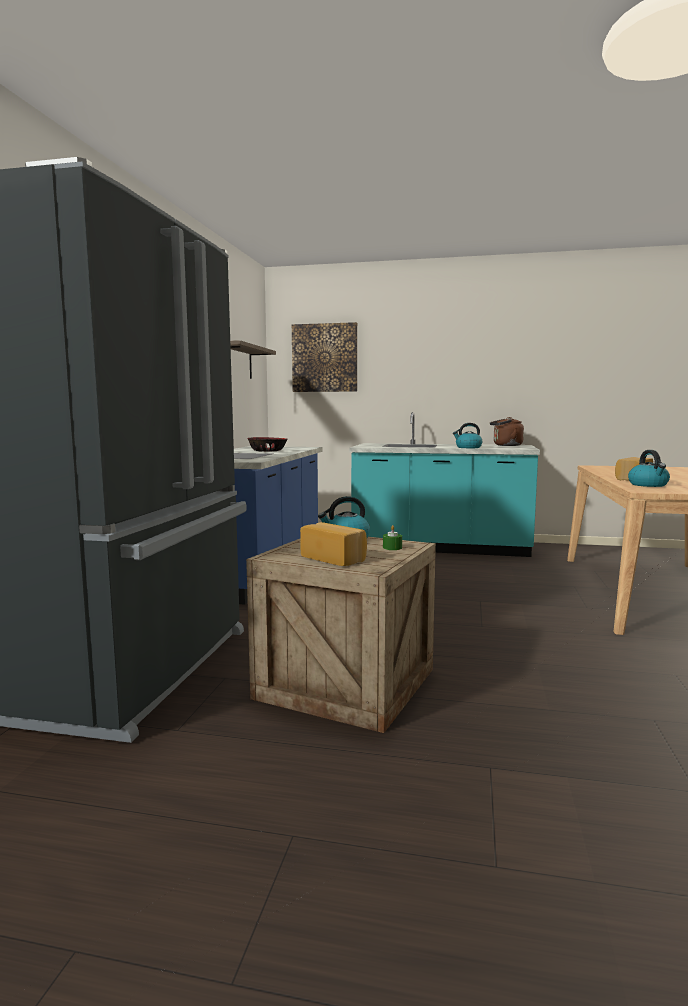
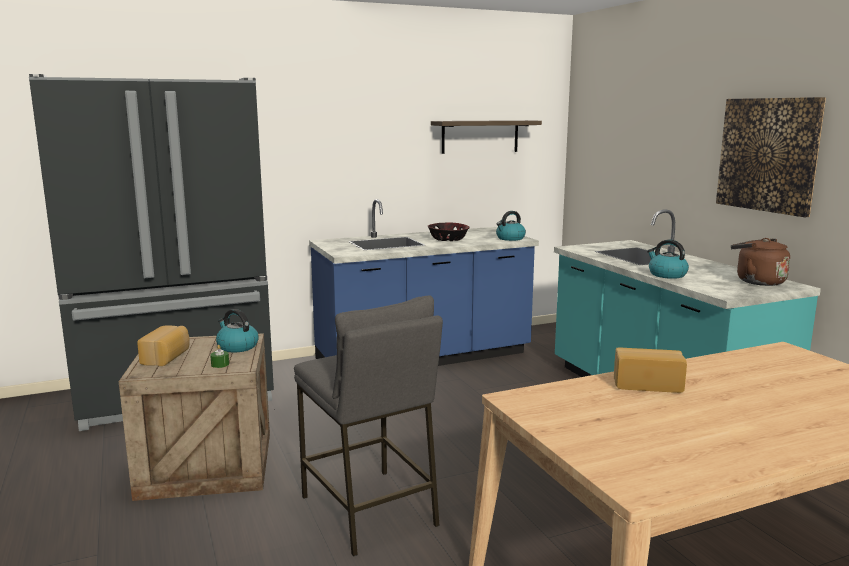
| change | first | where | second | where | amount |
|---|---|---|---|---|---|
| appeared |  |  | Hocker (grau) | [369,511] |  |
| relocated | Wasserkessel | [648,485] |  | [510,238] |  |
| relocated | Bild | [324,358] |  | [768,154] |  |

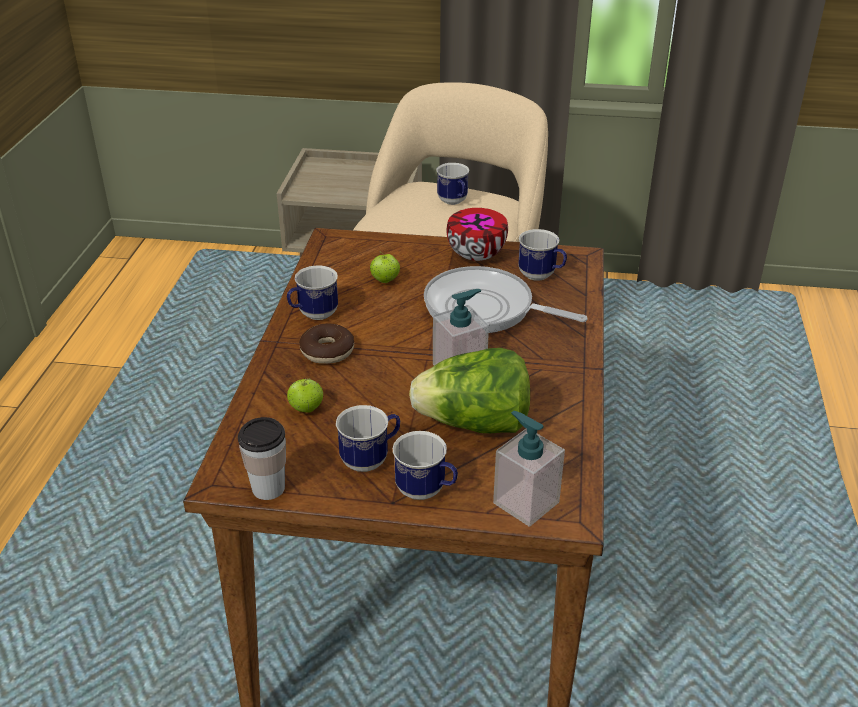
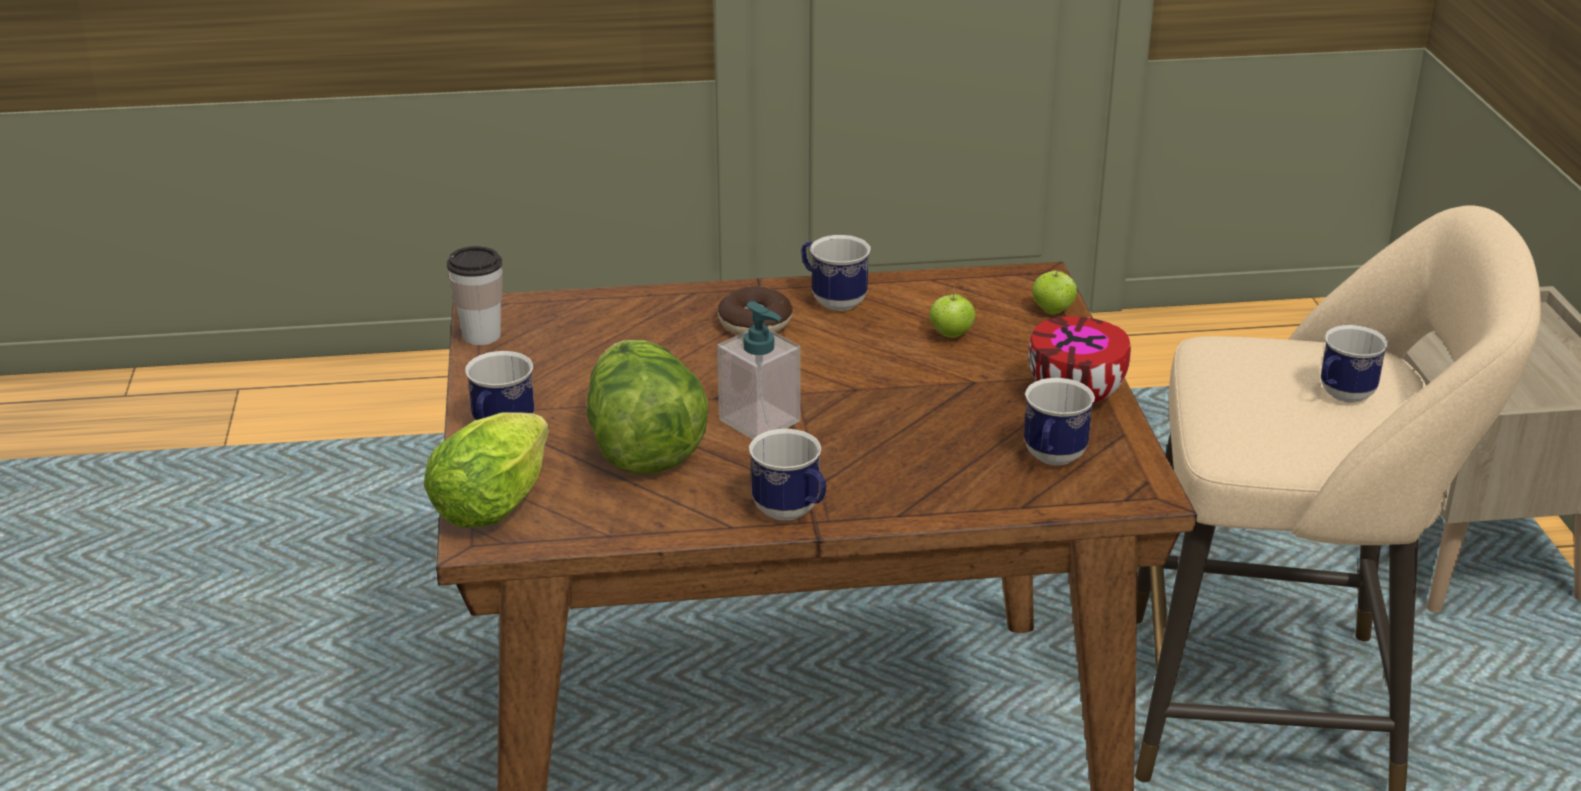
| change | first | where | second | where | amount |
|---|---|---|---|---|---|
| exchanged | Seifenspender | [525,502] | Salatkopf | [497,501] |  |
| relocated | Henkelbecher | [371,459] |  | [792,513] |  |
| relocated | Apfel | [306,409] |  | [1053,310] |  |
| missing | Pfanne | [485,309] |  |  |  |

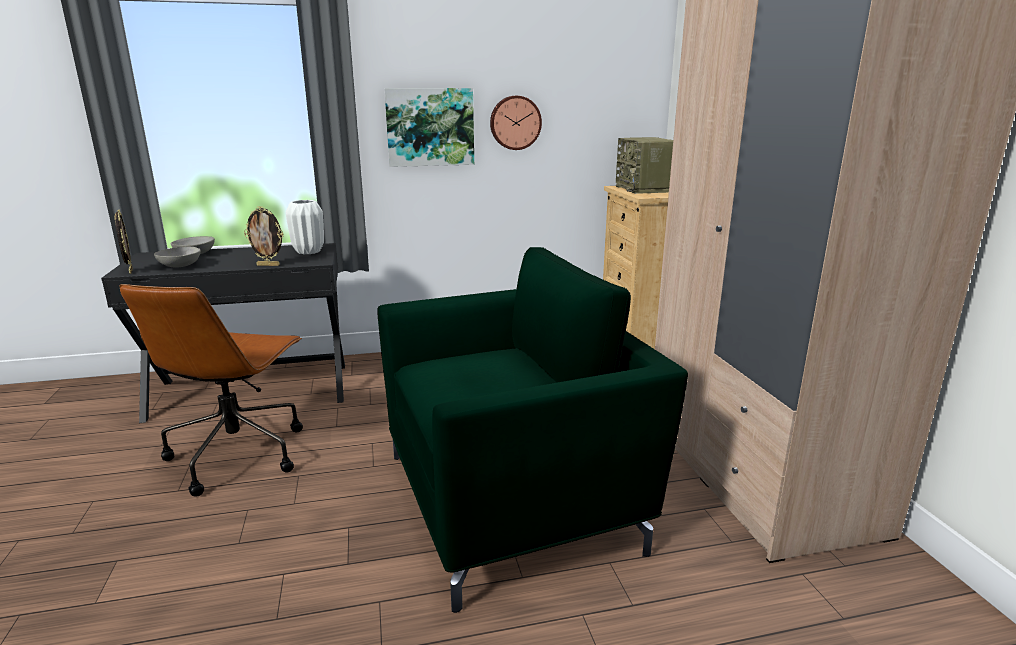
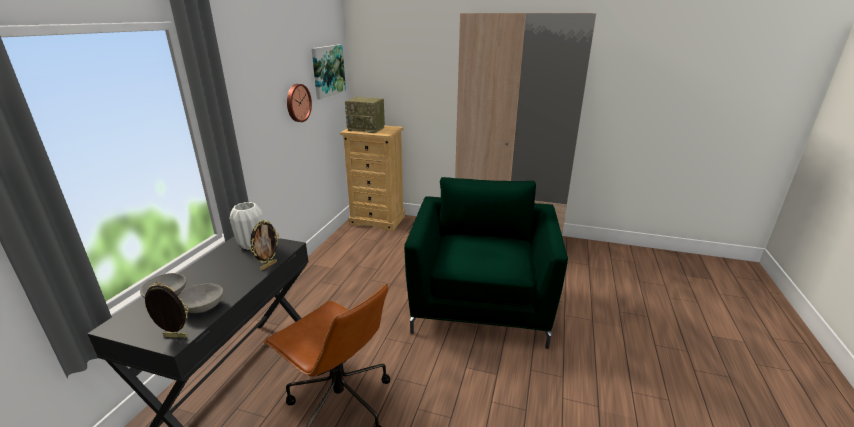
| change | first | where | second | where | amount |
|---|---|---|---|---|---|
| relocated | Bild | [430,127] |  | [327,70] |  |

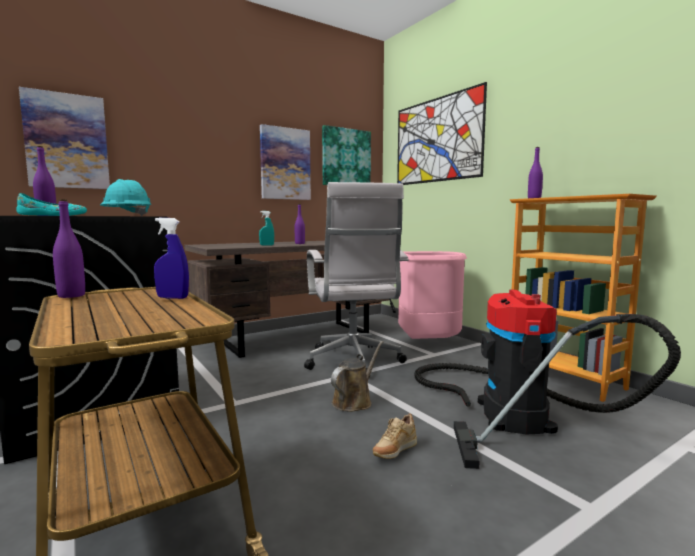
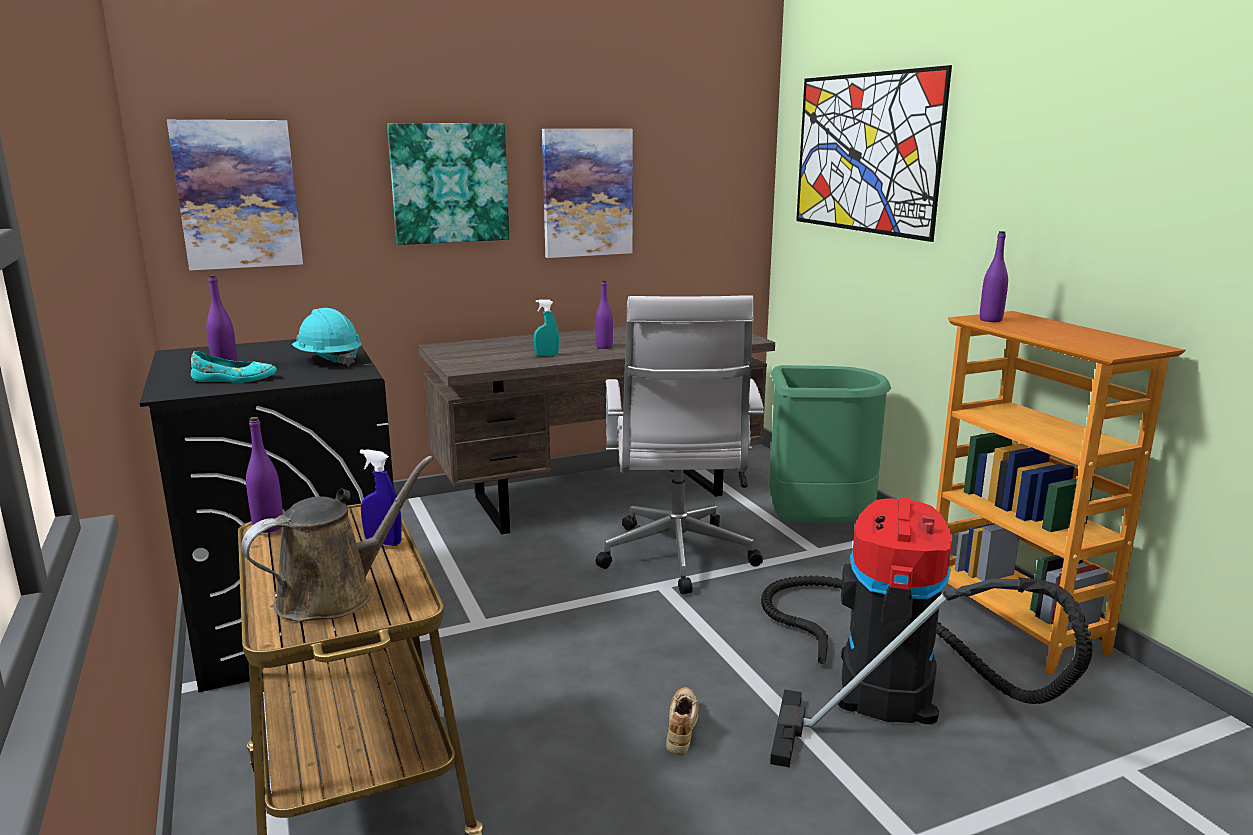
| change | first | where | second | where | amount |
|---|---|---|---|---|---|
| relocated | Gießkanne (braun) | [354,401] |  | [334,595] |  |
| relocated | Bild | [346,158] |  | [449,183] |  |
| spun | Schuh (beige) | [394,452] |  | [682,729] | 135 degrees clockwise |
| colour | Mülleimer (rosa) | [428,344] | Mülleimer (grün) | [816,527] |  |

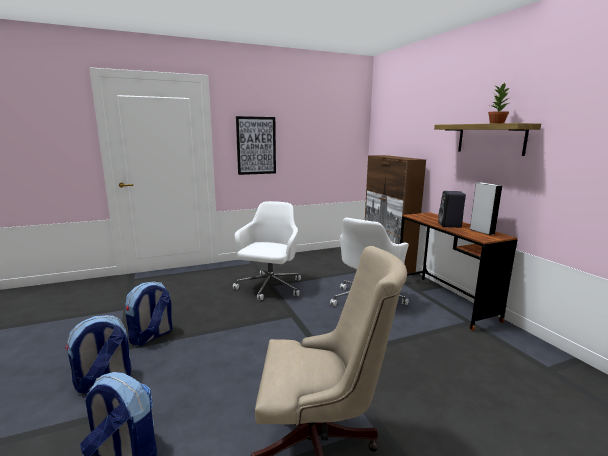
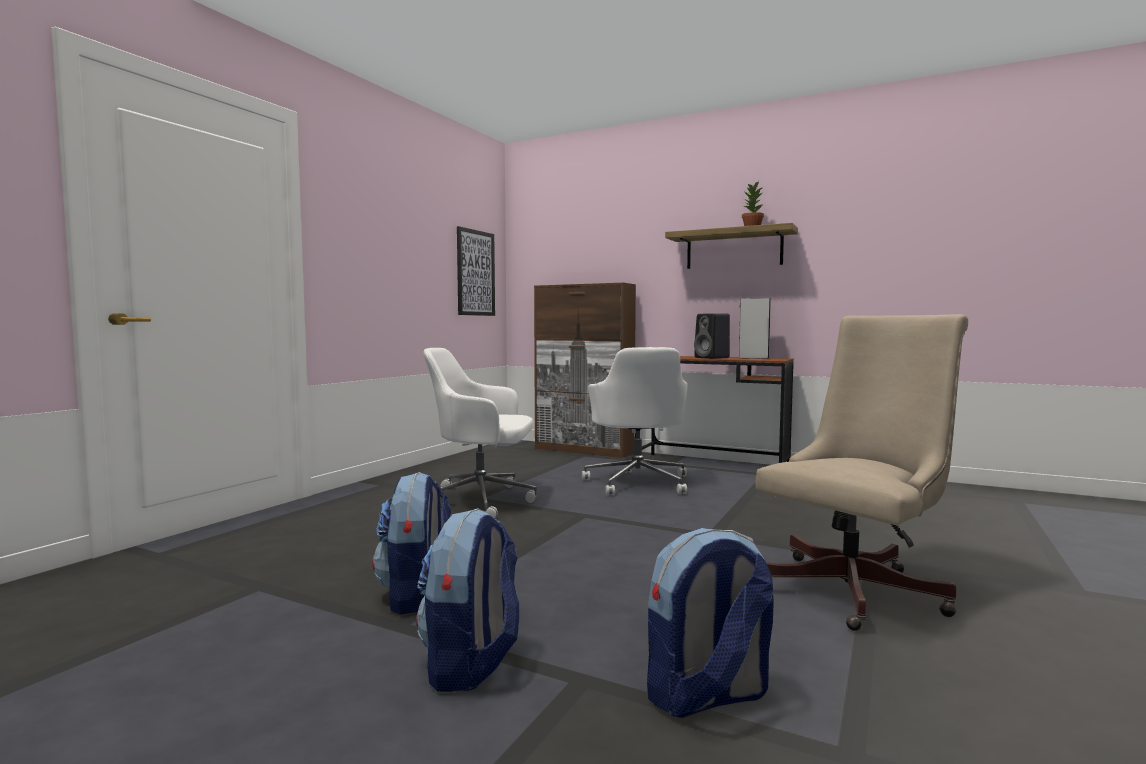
| change | first | where | second | where | amount |
|---|---|---|---|---|---|
| spun | Bürostuhl (weiß) | [269,287] |  | [481,501] | 60 degrees counterclockwise |
| relocated | Bild | [256,145] |  | [475,273] |  |

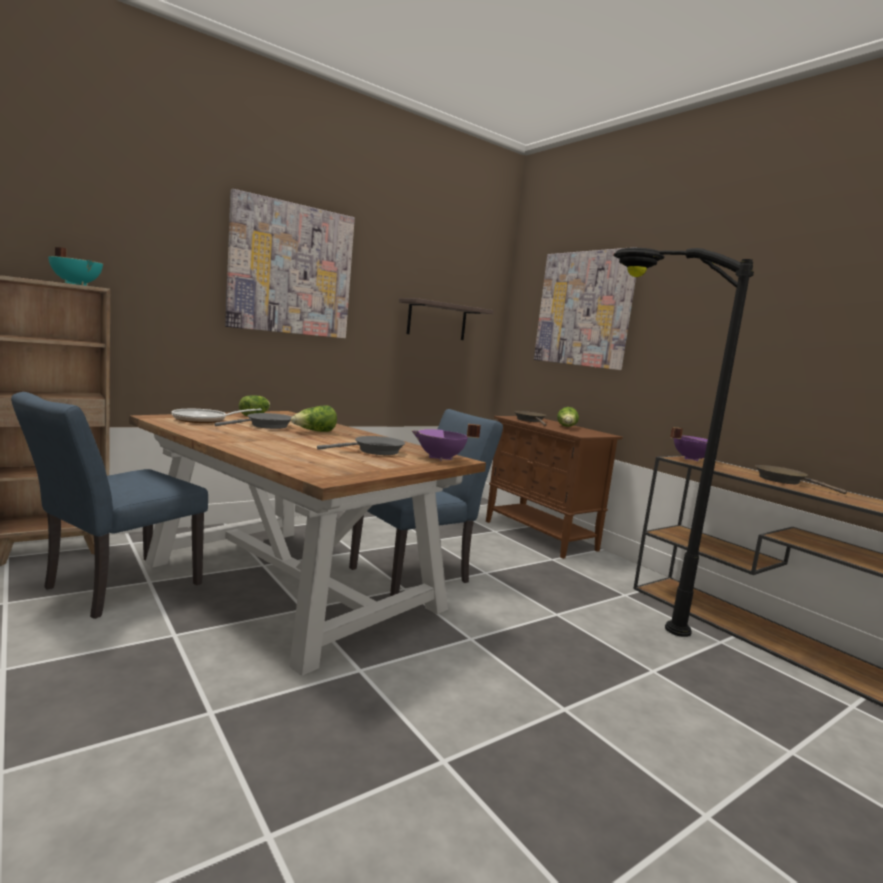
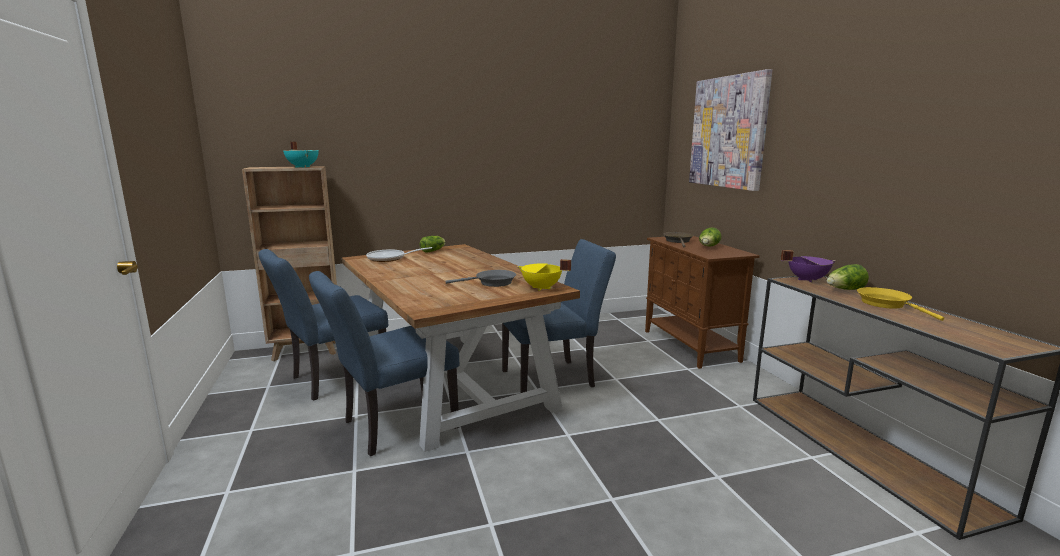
| change | first | where | second | where | amount |
|---|---|---|---|---|---|
| appeared |  |  | Stuhl (blau) | [392,426] |  |
| colour | Kochtopf (lila) | [441,459] | Kochtopf (gelb) | [541,288] |  |
| relocated | Salatkopf | [314,431] |  | [844,290] |  |
| colour | Pfanne (braun) | [784,481] | Pfanne (gelb) | [887,304] |  |
| missing | Pfanne (grau) | [265,426] |  |  |  |
| missing | Bild | [291,269] |  |  |  |
| missing | Wandregal | [437,320] |  |  |  |
| missing | Stehlampe (schwarz) | [610,600] |  |  |  |

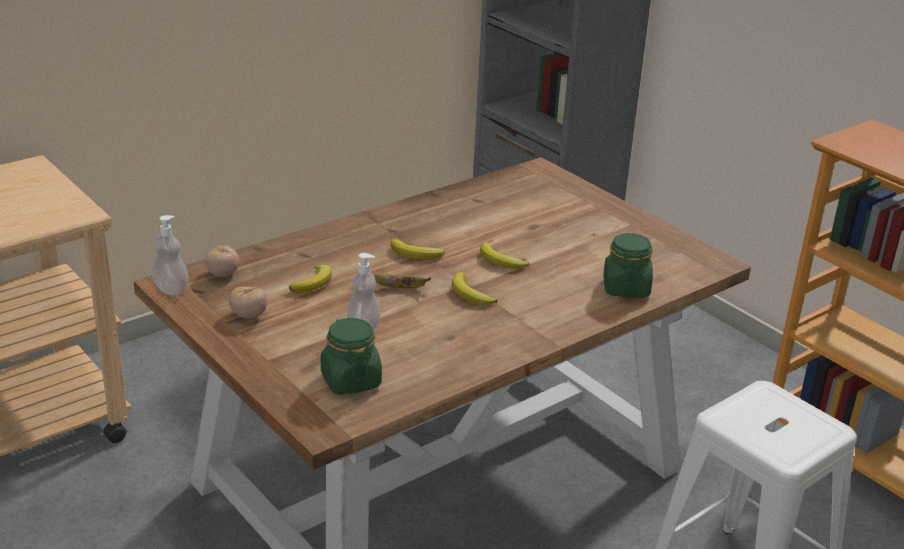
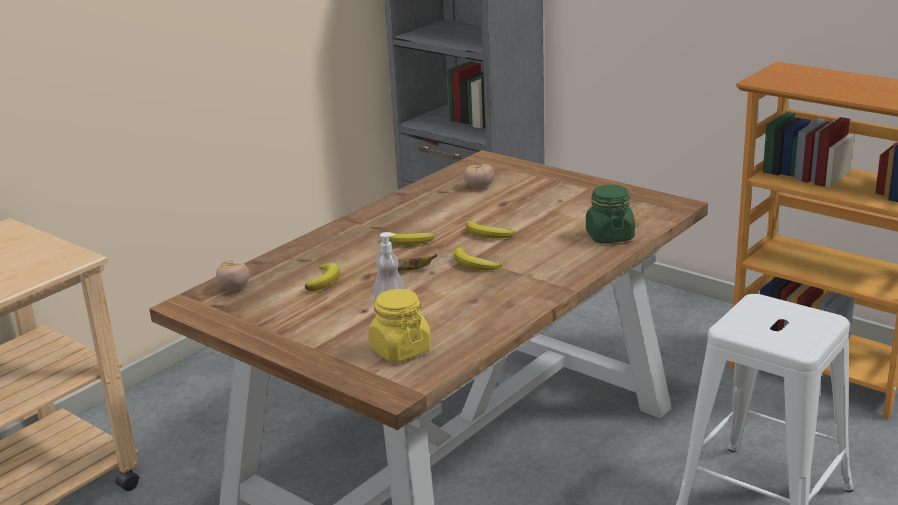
| change | first | where | second | where | amount |
|---|---|---|---|---|---|
| colour | Vorratsglas (grün) | [350,380] | Vorratsglas (gelb) | [400,350] |  |
| relocated | Tomate | [249,315] |  | [479,187] |  |
| missing | Seifenspender | [171,289] |  |  |  |

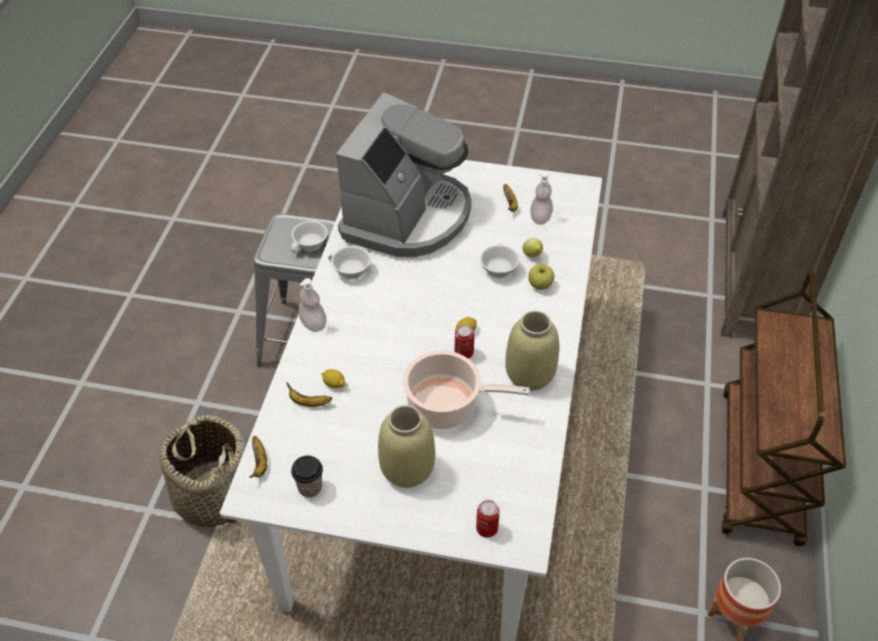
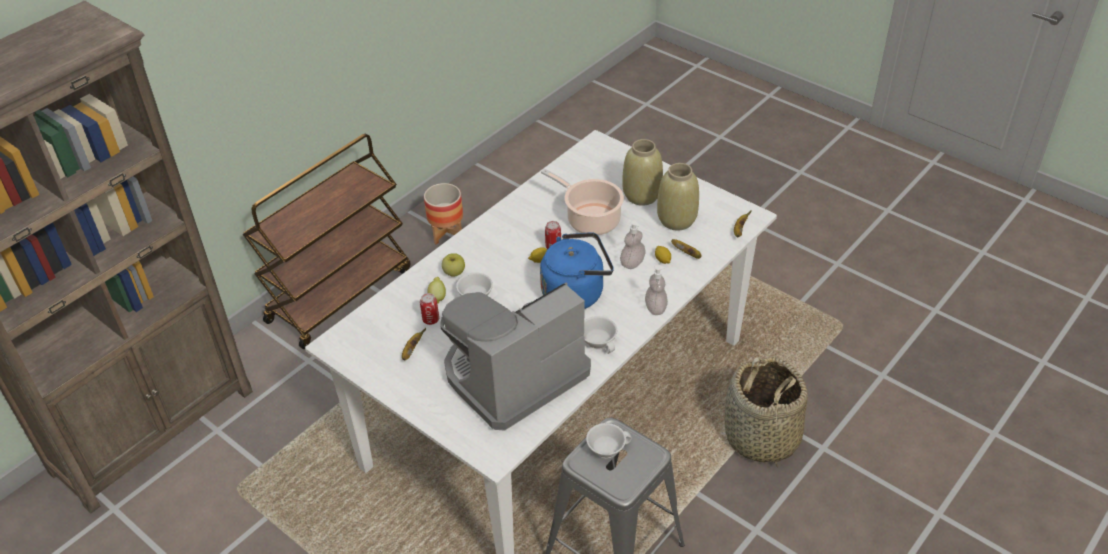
| change | first | where | second | where | amount |
|---|---|---|---|---|---|
| relocated | Dose | [487,528] |  | [431,319] |  |
| appeared |  |  | Wasserkessel (blau) | [576,292] |  |
| relocated | Seifenspender | [540,218] |  | [632,263] |  |
| relocated | Vase (beige) | [529,375] |  | [677,220] |  |
| missing | Tasse | [310,487] |  |  |  |

